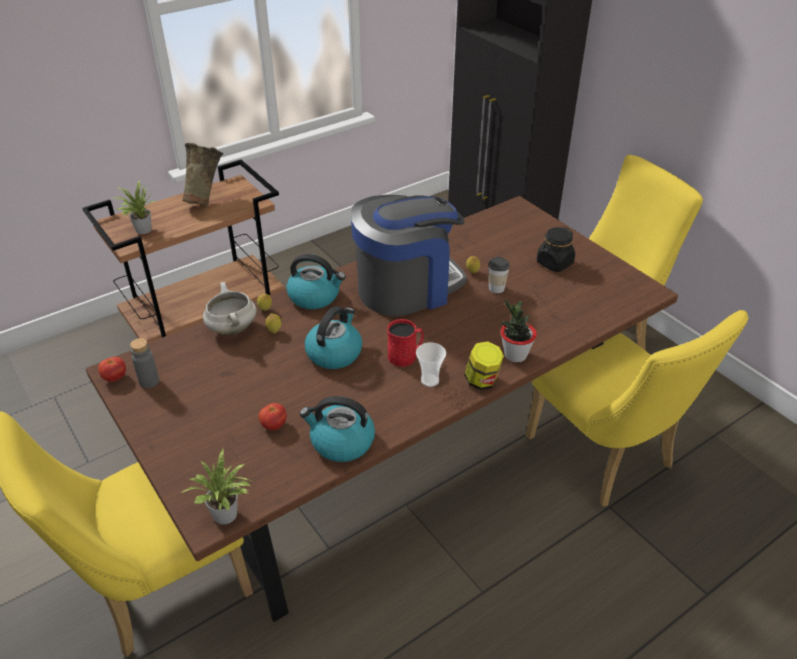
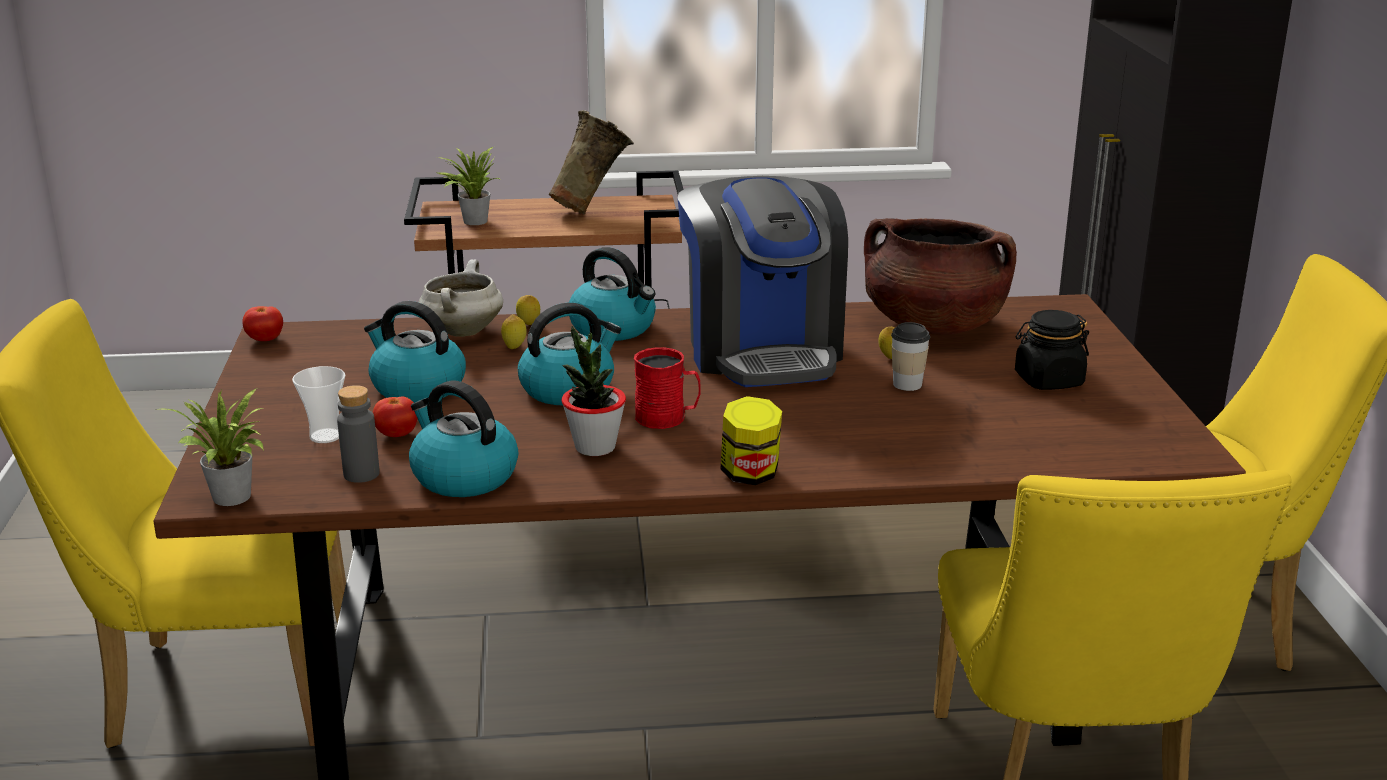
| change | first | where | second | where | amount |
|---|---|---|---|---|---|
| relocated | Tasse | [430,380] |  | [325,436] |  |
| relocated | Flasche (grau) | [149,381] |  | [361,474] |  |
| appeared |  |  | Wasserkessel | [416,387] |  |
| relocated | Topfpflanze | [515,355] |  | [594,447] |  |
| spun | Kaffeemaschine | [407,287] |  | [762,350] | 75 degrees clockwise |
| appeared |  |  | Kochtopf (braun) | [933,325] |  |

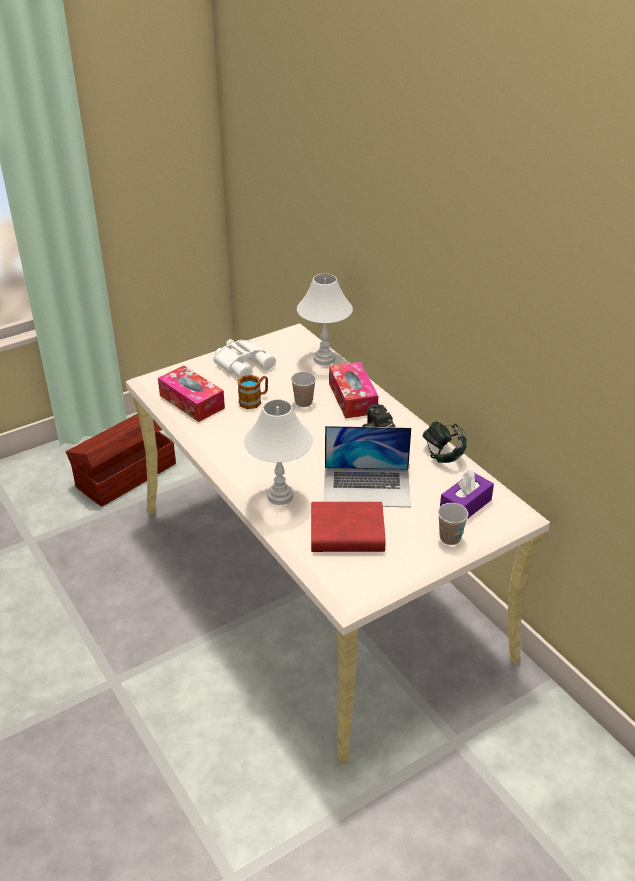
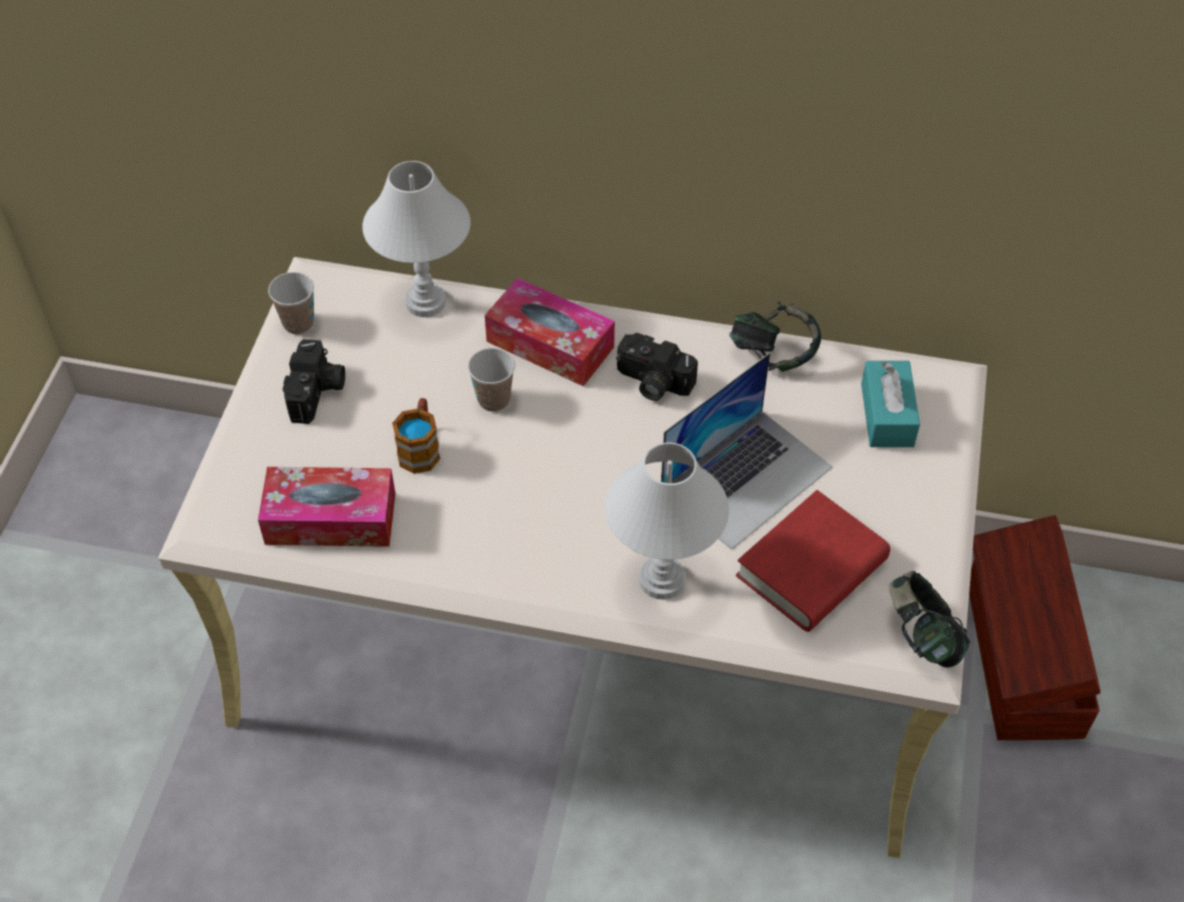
| change | first | where | second | where | amount |
|---|---|---|---|---|---|
| relocated | Tasse | [450,538] |  | [298,323] |  |
| exchanged | Fernglas (weiß) | [243,364] | Kamera | [318,393] |  |
| colour | Taschentuchbox (lila) | [465,505] | Taschentuchbox (türkis) | [887,415] |  |
| appeared |  |  | Kopfhörer | [921,636] |  |
| relocated | Aufbewahrungsbox (braun) | [125,475] |  | [1020,659] |  |

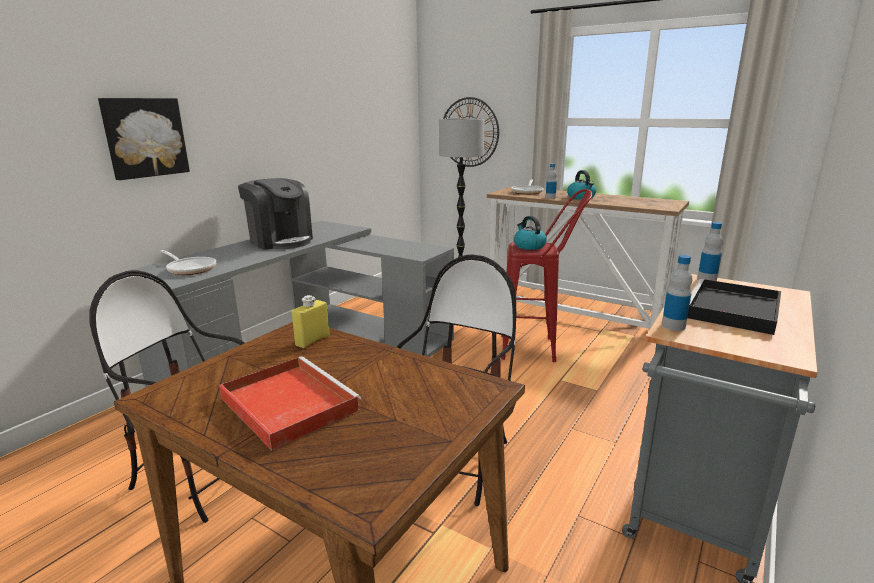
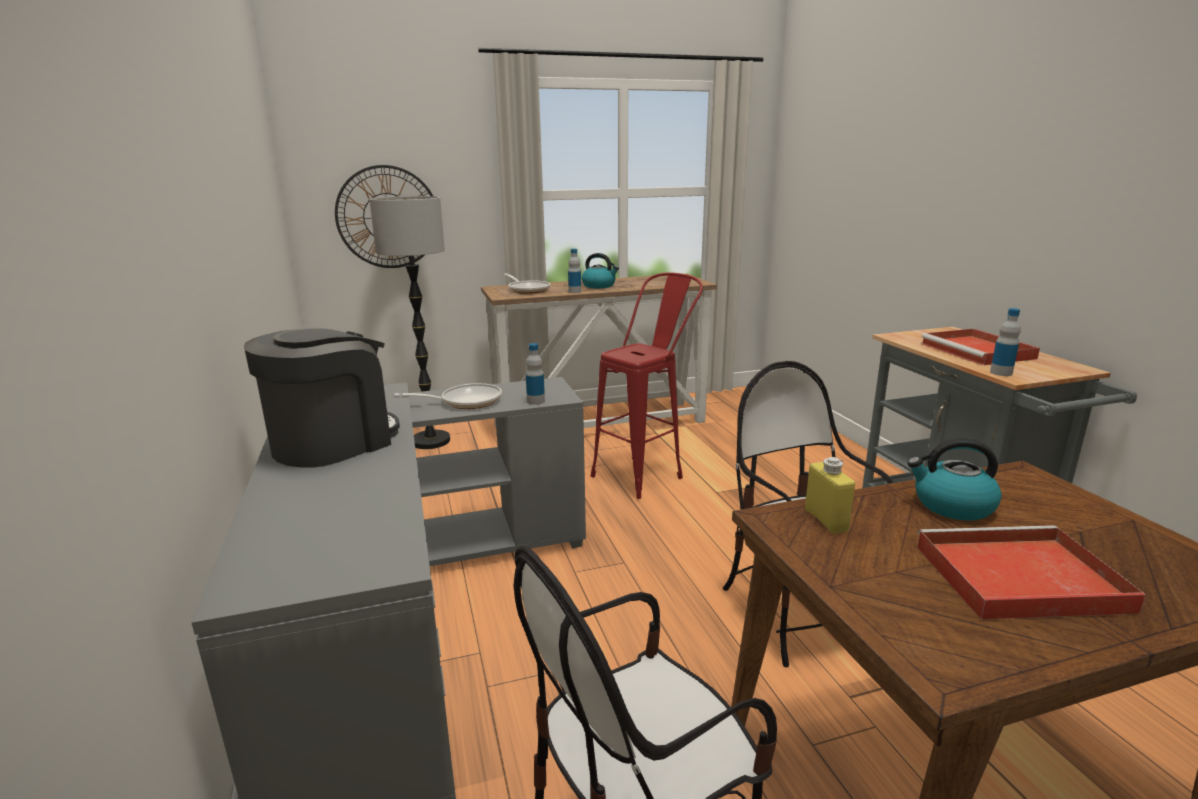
| change | first | where | second | where | amount |
|---|---|---|---|---|---|
| spun | Kaffeemaschine | [280,241] |  | [333,442] | 45 degrees counterclockwise |
| relocated | Pfanne | [190,269] |  | [466,401] |  |
| relocated | Flasche | [706,279] |  | [536,401] |  |
| relocated | Wasserkessel | [529,246] |  | [952,505] |  |
| colour | Tablett (schwarz) | [733,310] | Tablett (rot) | [979,351] |  |
| missing | Bild | [145,137] |  |  |  |

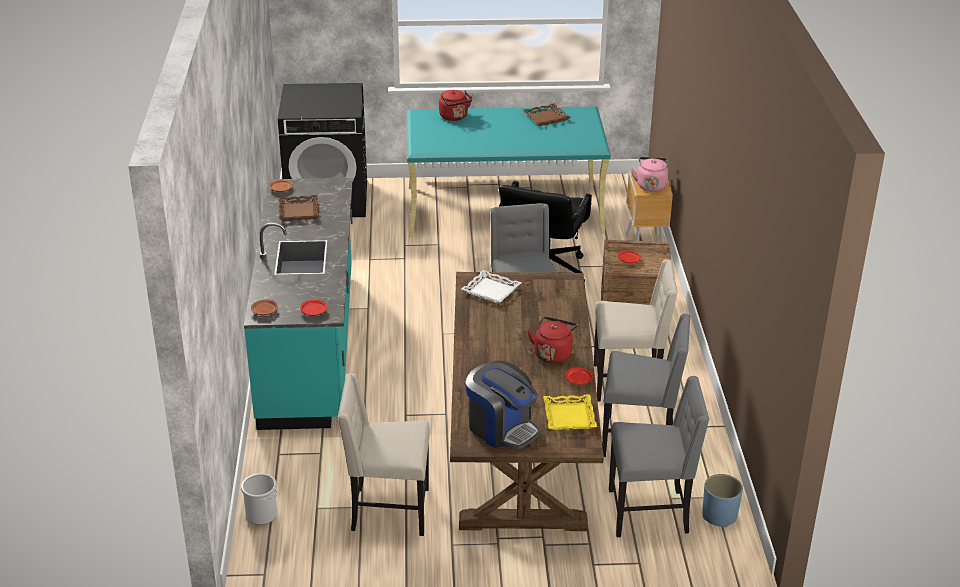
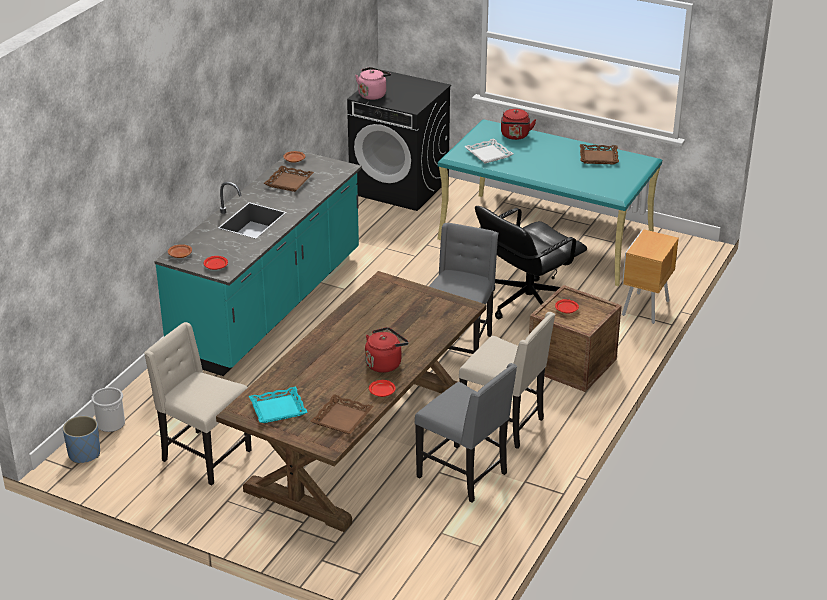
| change | first | where | second | where | amount |
|---|---|---|---|---|---|
| relocated | Pflanzkübel (blau) | [719,516] |  | [84,454] |  |
| exchanged | Kaffeemaschine | [501,428] | Tablett (türkis) | [278,409] |  |
| colour | Tablett (gelb) | [569,416] | Tablett (braun) | [342,419] |  |
| relocated | Wasserkessel (rosa) | [651,185] |  | [373,94] |  |
| relocated | Tablett (weiß) | [491,291] |  | [488,154] |  |
| missing | Stuhl (grau) | [650,512] |  |  |  |

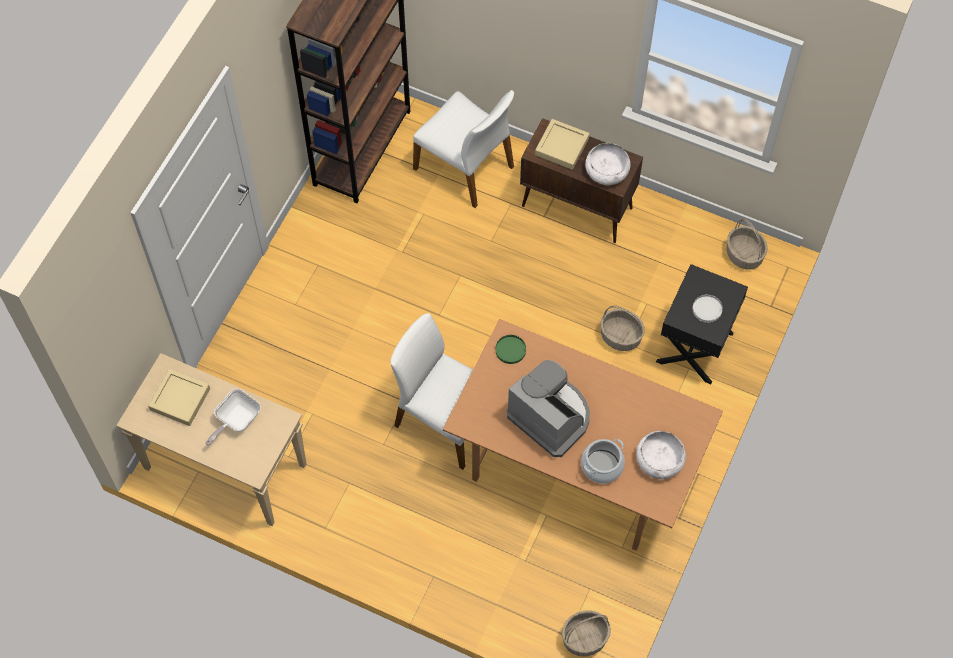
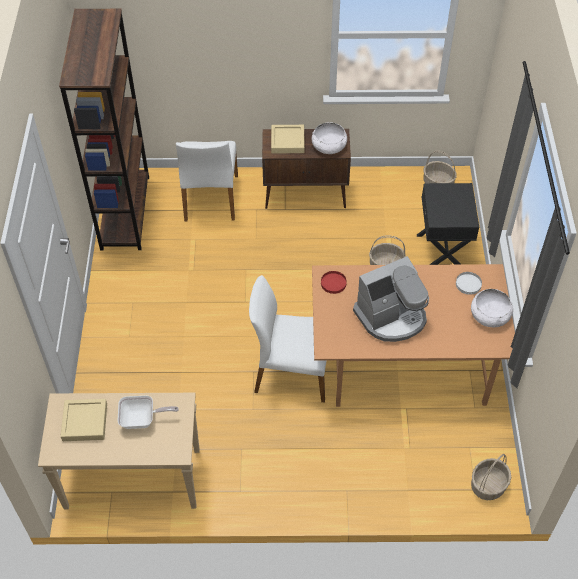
| change | first | where | second | where | amount |
|---|---|---|---|---|---|
| spun | Pfanne | [236,421] |  | [142,419] | 105 degrees counterclockwise |
| spun | Stuhl (weiß) | [465,167] |  | [210,198] | 75 degrees clockwise |
| colour | Teller (grün) | [510,350] | Teller (rot) | [333,283] |  |
| spun | Kaffeemaschine | [550,416] |  | [391,317] | 135 degrees clockwise |
| relocated | Teller (weiß) | [707,309] |  | [468,284] |  |
| missing | Kochtopf | [602,466] |  |  |  |

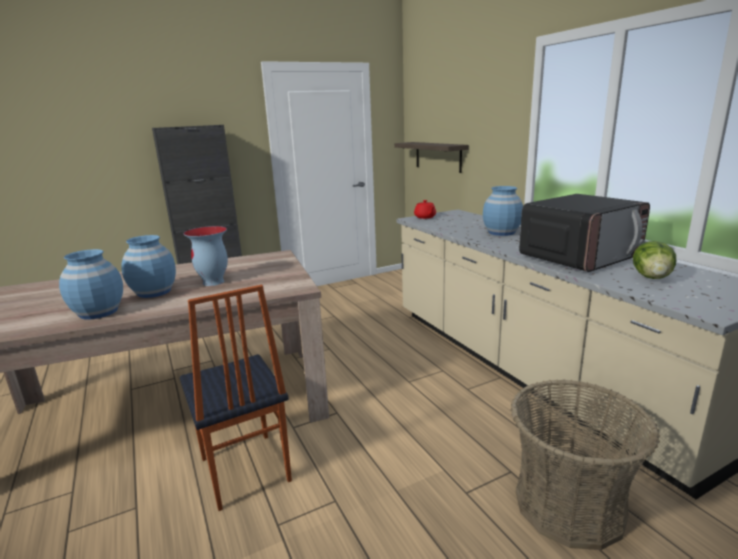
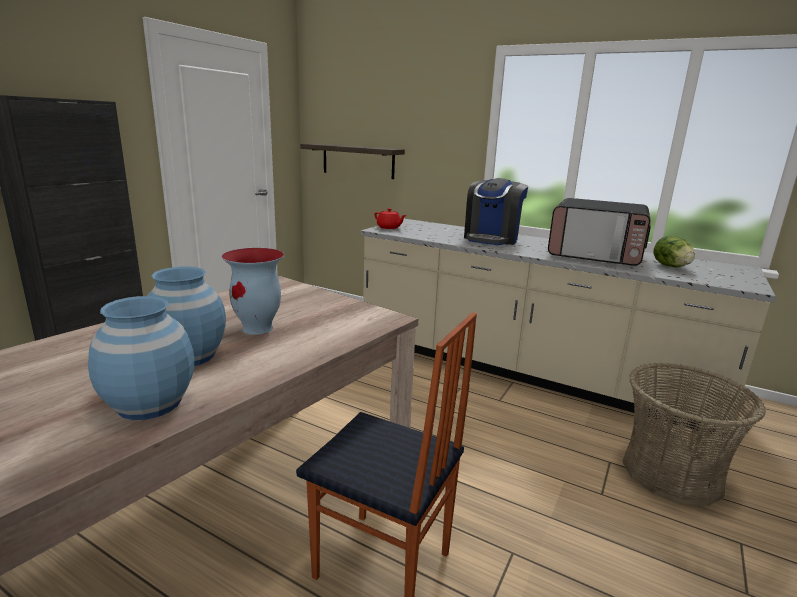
| change | first | where | second | where | amount |
|---|---|---|---|---|---|
| exchanged | Vase (blau) | [501,232] | Kaffeemaschine | [492,238] |  |
| spun | Mikrowelle | [579,257] |  | [595,255] | 90 degrees clockwise |

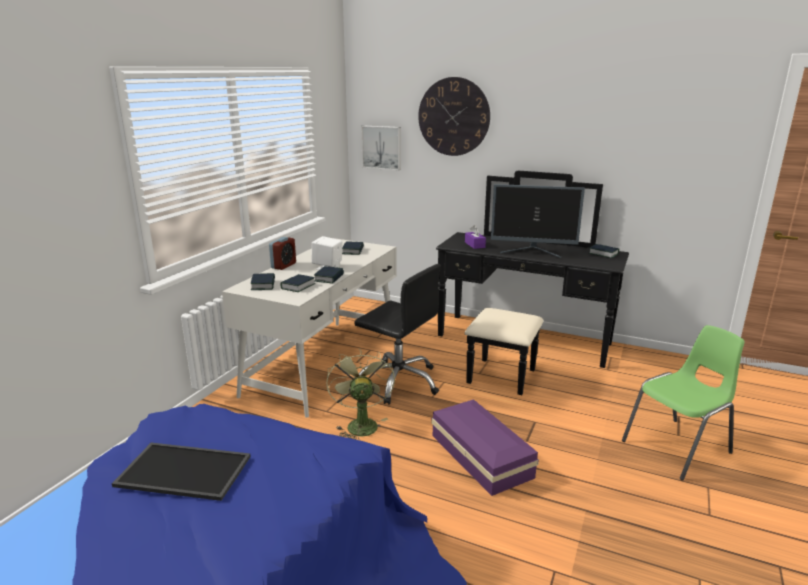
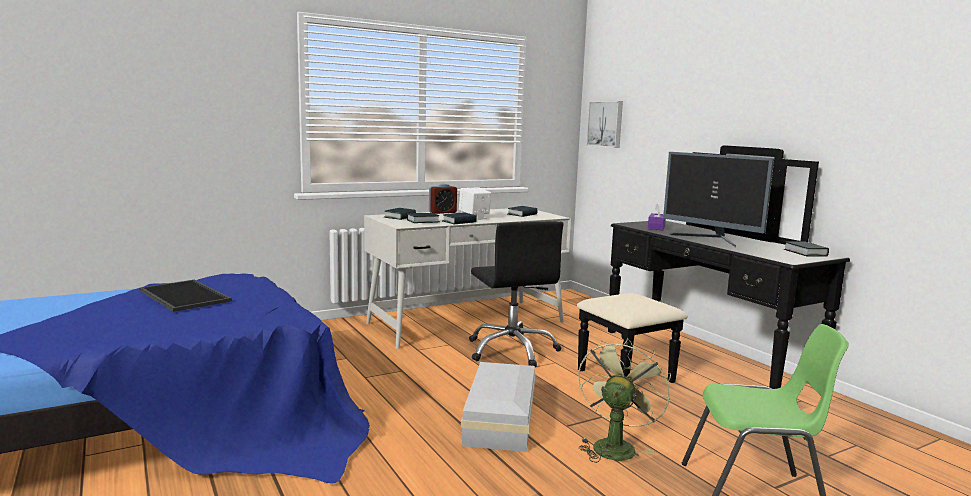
| change | first | where | second | where | amount |
|---|---|---|---|---|---|
| colour | Aufbewahrungsbox (lila) | [481,454] | Aufbewahrungsbox (weiß) | [502,418] |  |
| relocated | Ventilator (grün) | [360,423] |  | [615,446] |  |
| missing | Wanduhr | [453,117] |  |  |  |

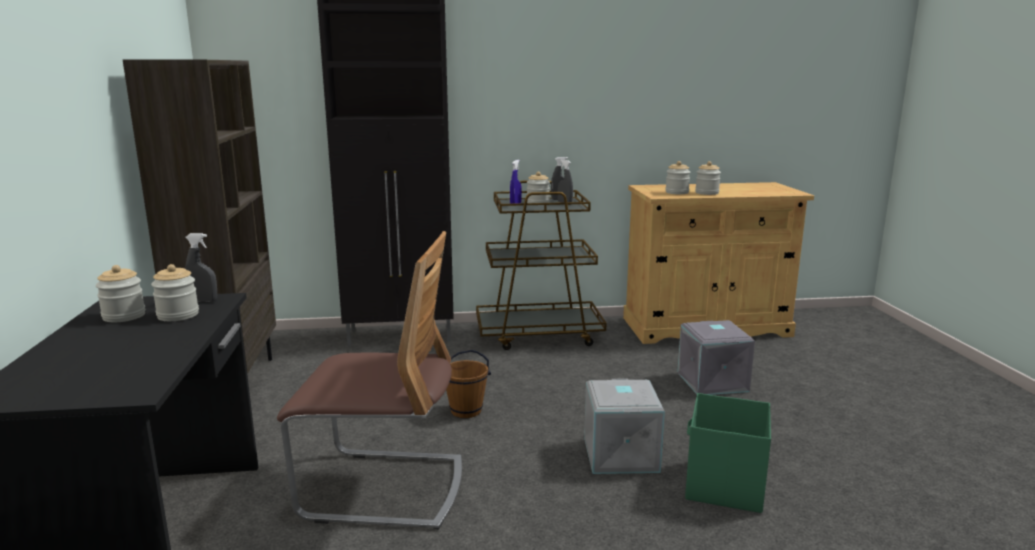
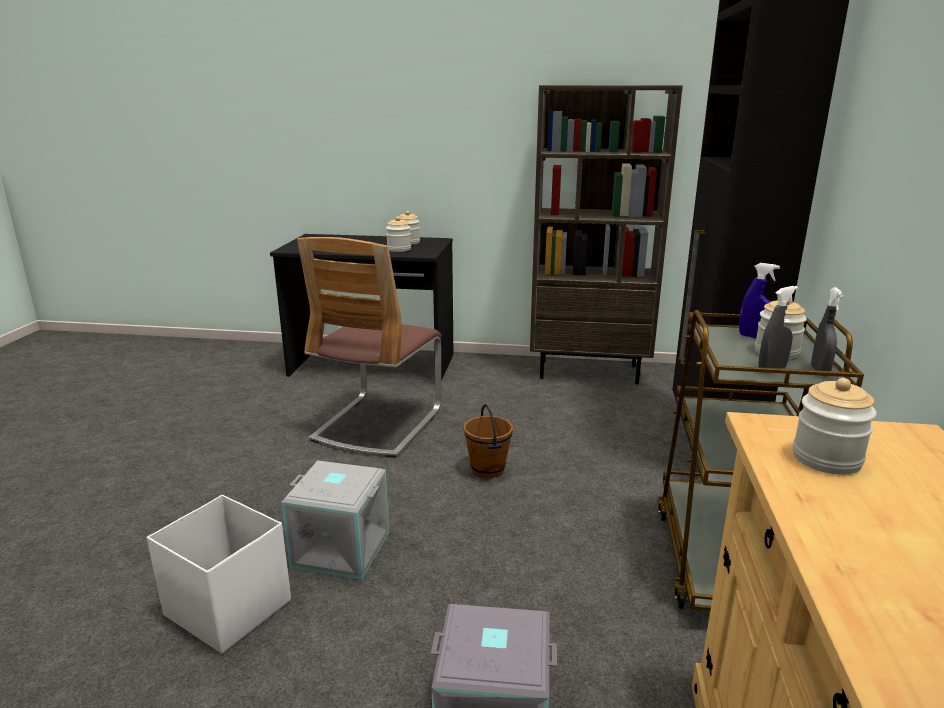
| change | first | where | second | where | amount |
|---|---|---|---|---|---|
| colour | Aufbewahrungsbox (grün) | [724,486] | Aufbewahrungsbox (weiß) | [228,607] |  |
| missing | Sprühflasche (grau) | [204,301] |  |  |  |
| missing | Vorratsglas | [707,193] |  |  |  |

